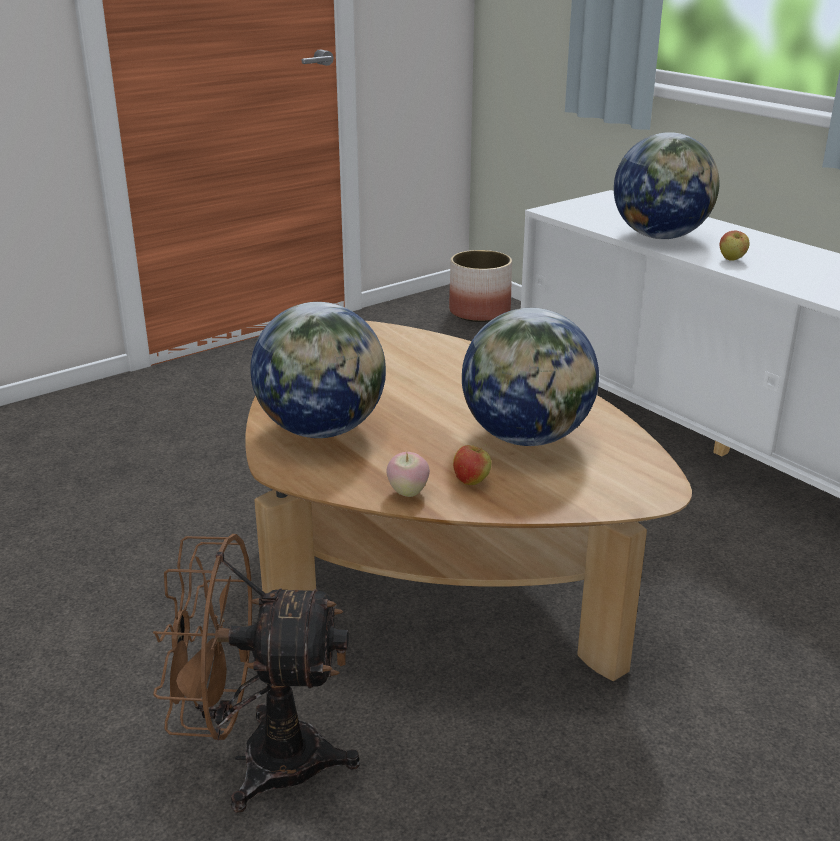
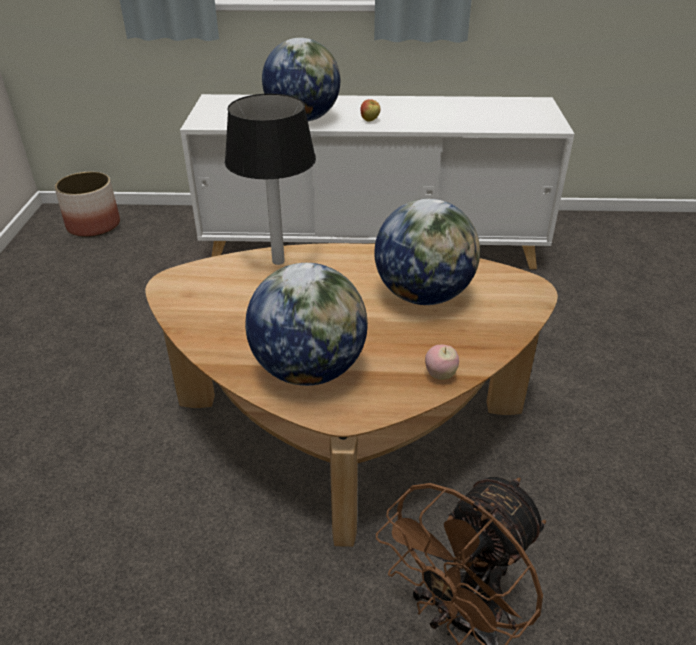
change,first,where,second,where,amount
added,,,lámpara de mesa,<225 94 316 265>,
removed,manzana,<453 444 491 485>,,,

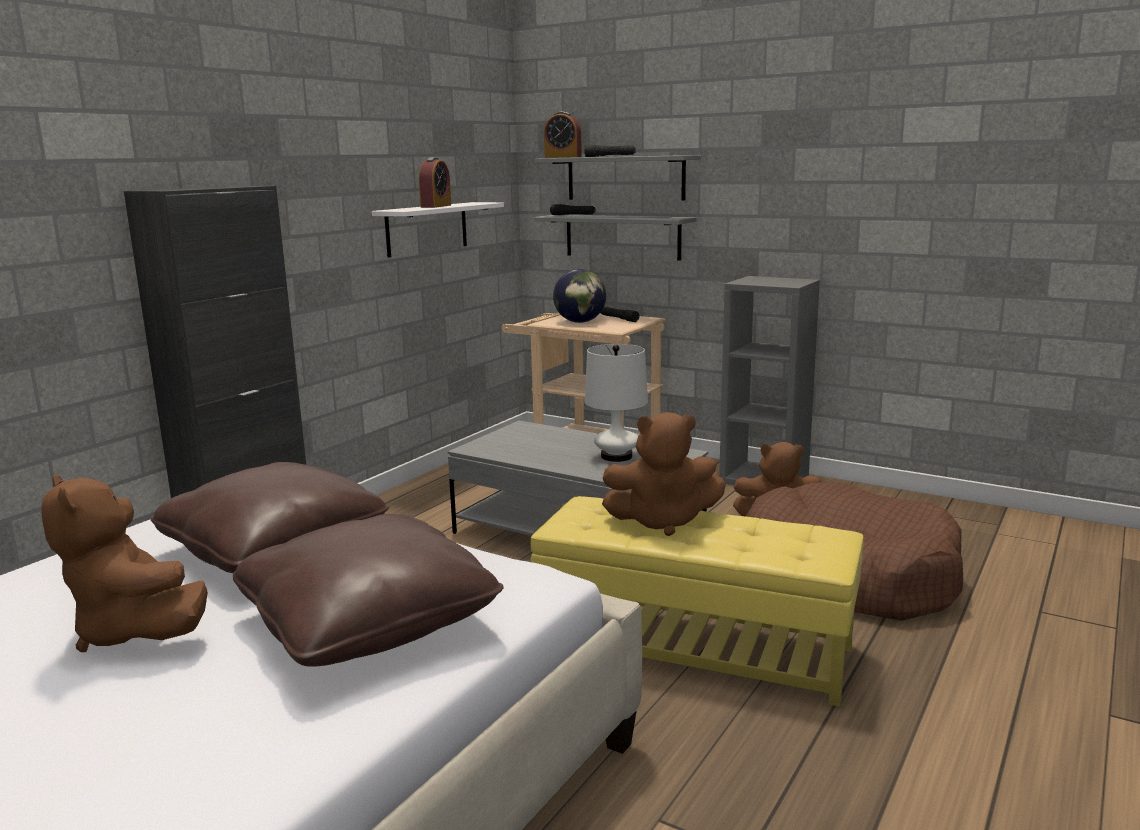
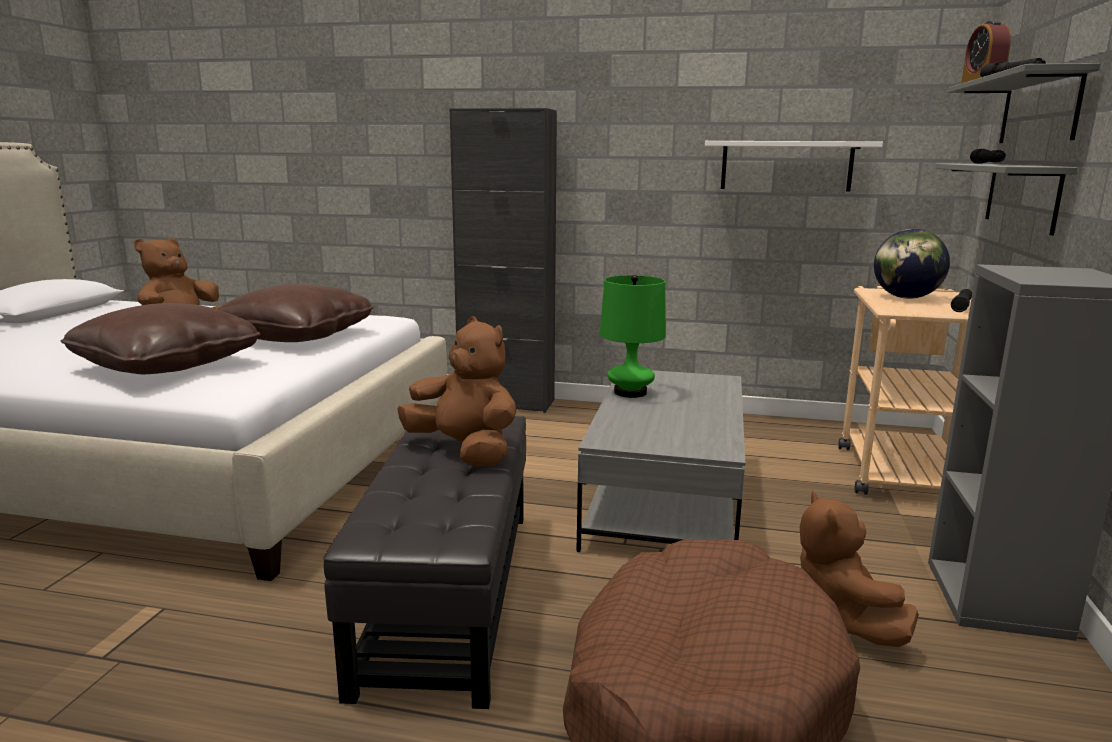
change,first,where,second,where,amount
recoloured,puf [amarillo],<531 496 864 707>,puf [negro],<323 416 526 709>,
turned,peluche [marrón],<602 412 726 536>,,<398 316 516 467>,150 degrees clockwise
added,,,lámpara de mesa [verde],<600 275 666 398>,
removed,despertador,<419 157 451 208>,,,
removed,lámpara de mesa [blanco],<585 344 648 462>,,,

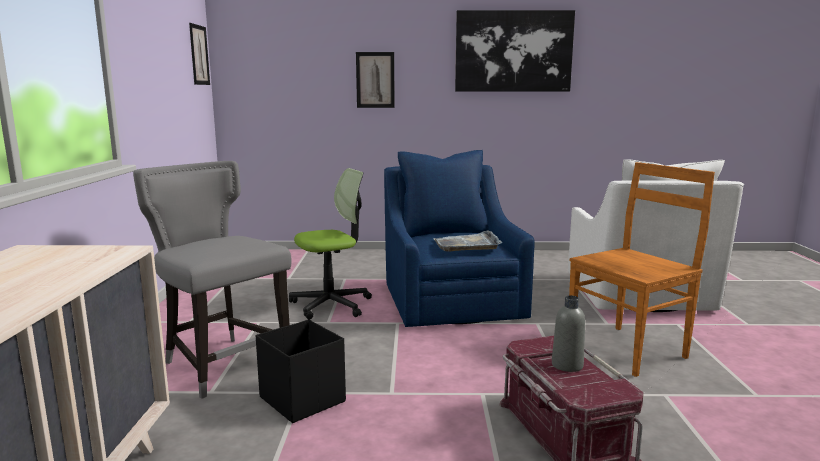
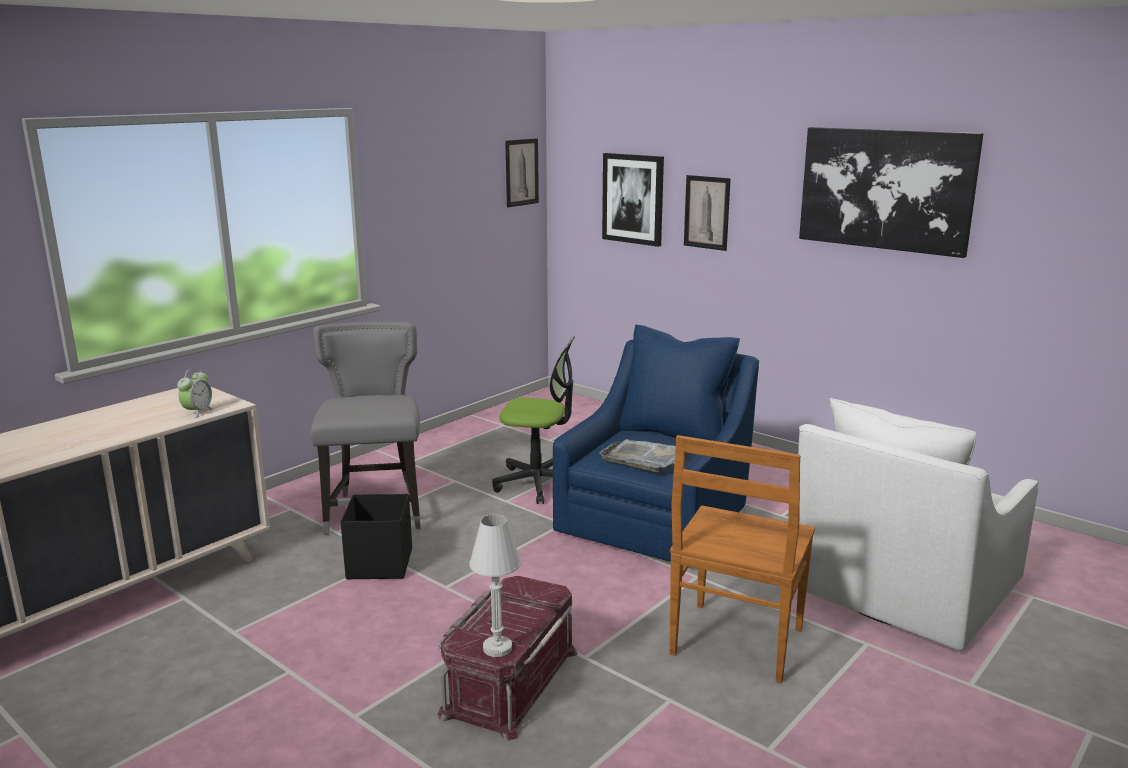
change,first,where,second,where,amount
added,,,despertador,<177 369 215 419>,
added,,,lámpara de mesa [blanco],<469 514 521 657>,
added,,,cuadro,<602 153 664 247>,
turned,silla [marrón],<569 162 715 377>,,<670 435 815 683>,105 degrees clockwise
removed,botella [gris],<552 295 585 372>,,,

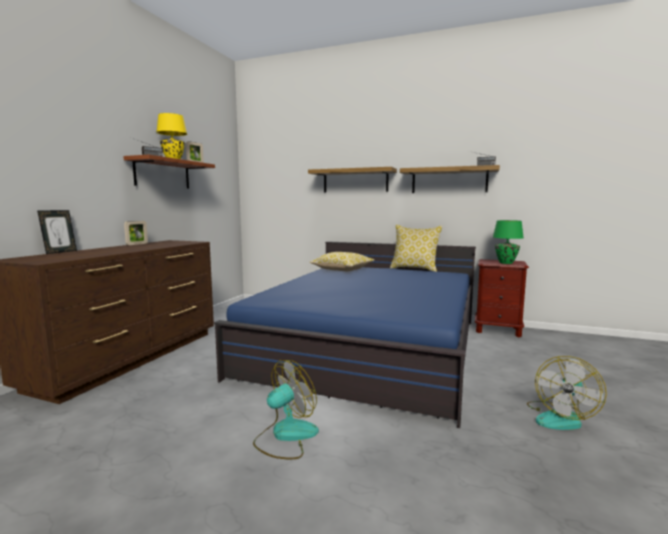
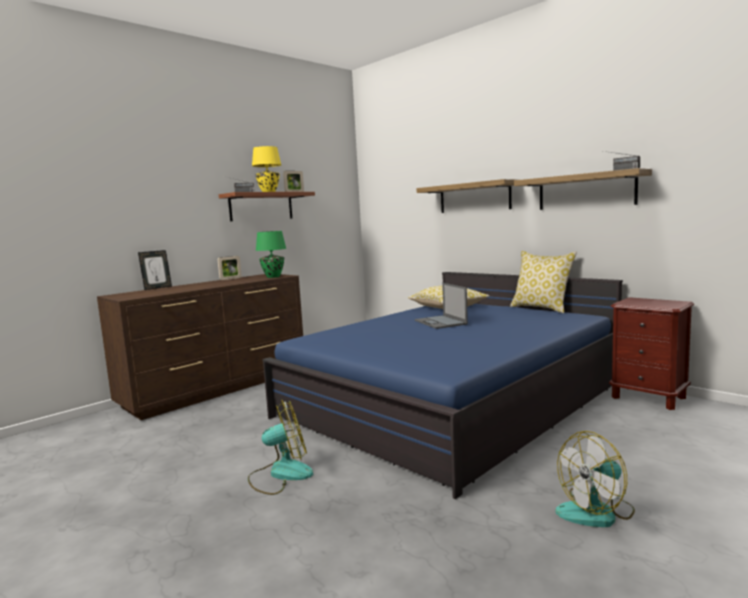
change,first,where,second,where,amount
moved,lámpara de mesa [verde],<493 220 523 264>,,<256 231 286 278>,
added,,,portátil,<415 283 468 329>,

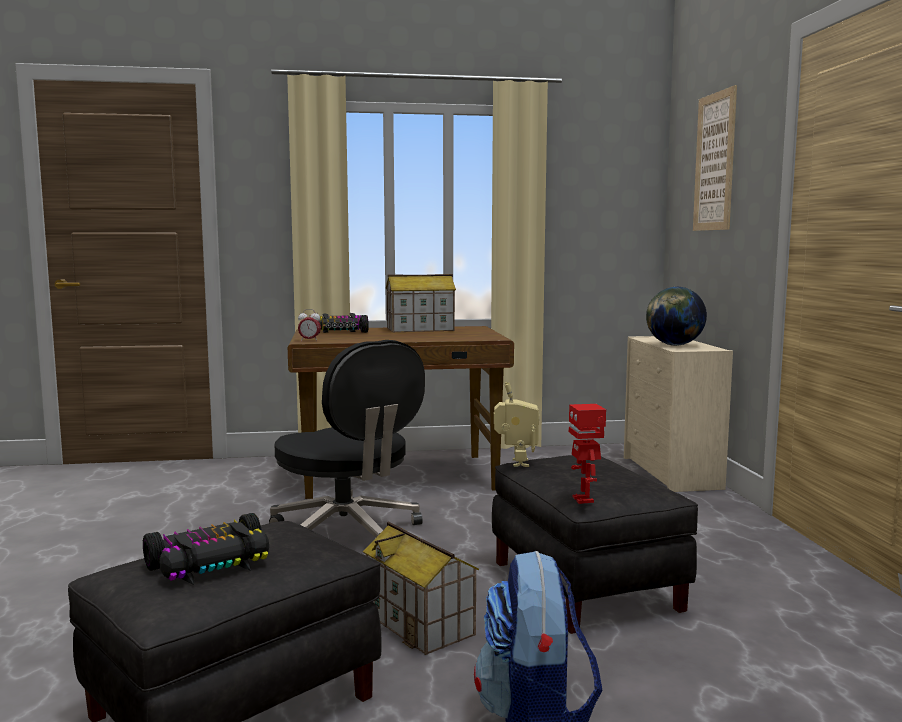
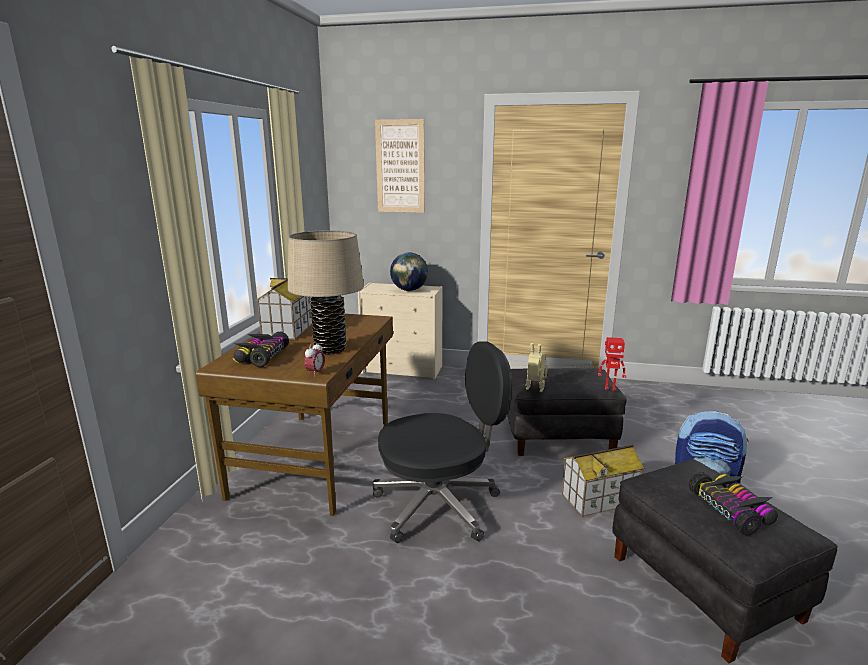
change,first,where,second,where,amount
added,,,lámpara de mesa [beis],<288 230 364 355>,

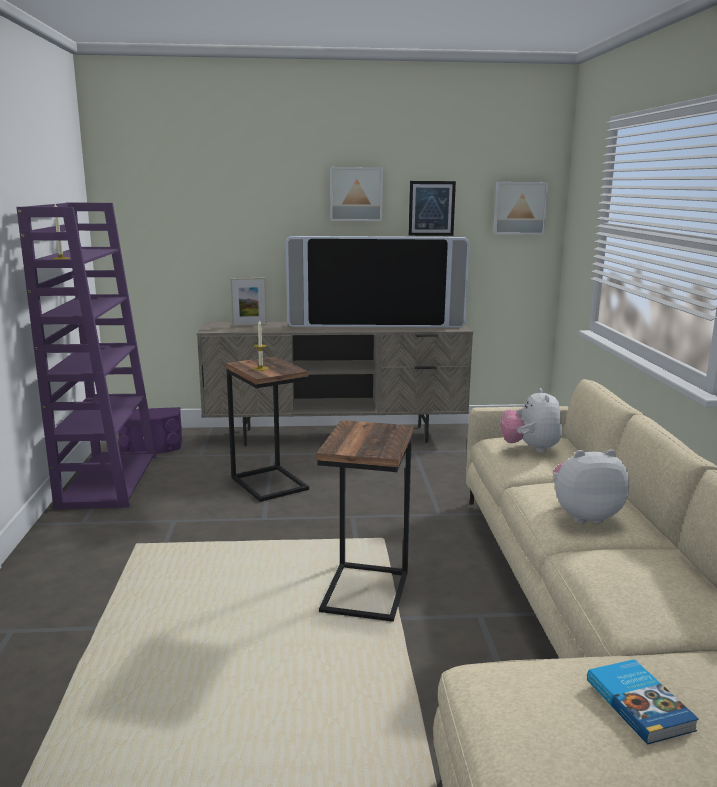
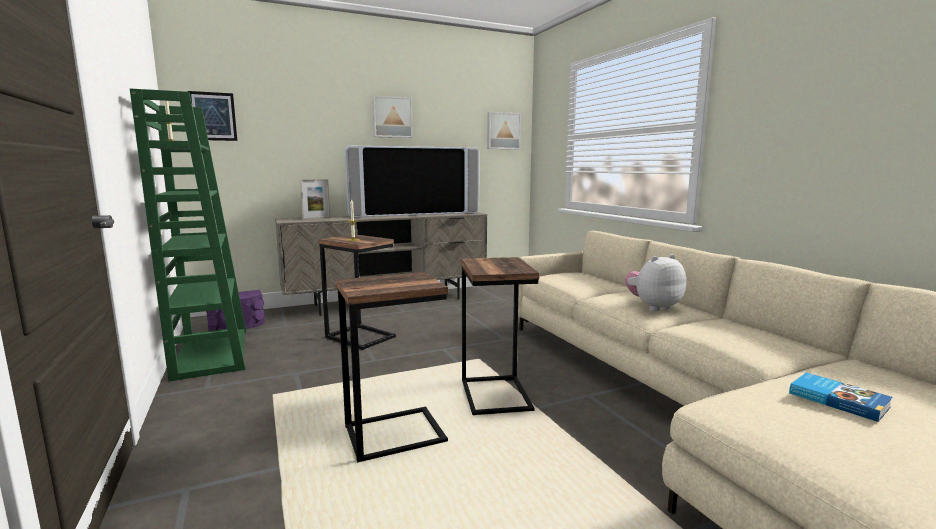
change,first,where,second,where,amount
recoloured,estantería [morado],<16 203 156 509>,estantería [verde],<130 89 246 381>,
moved,cuadro,<409 181 456 236>,,<188 91 237 141>,
added,,,mesa auxiliar,<336 272 448 462>,
removed,peluche,<500 388 562 453>,,,

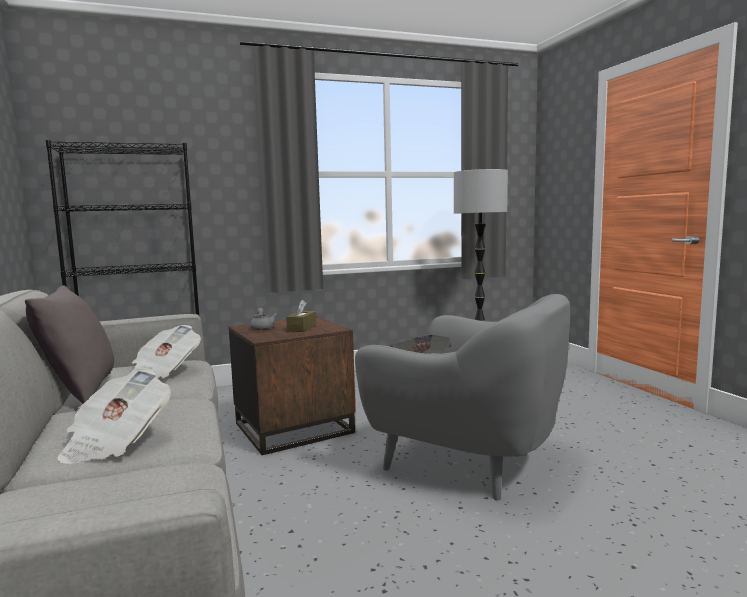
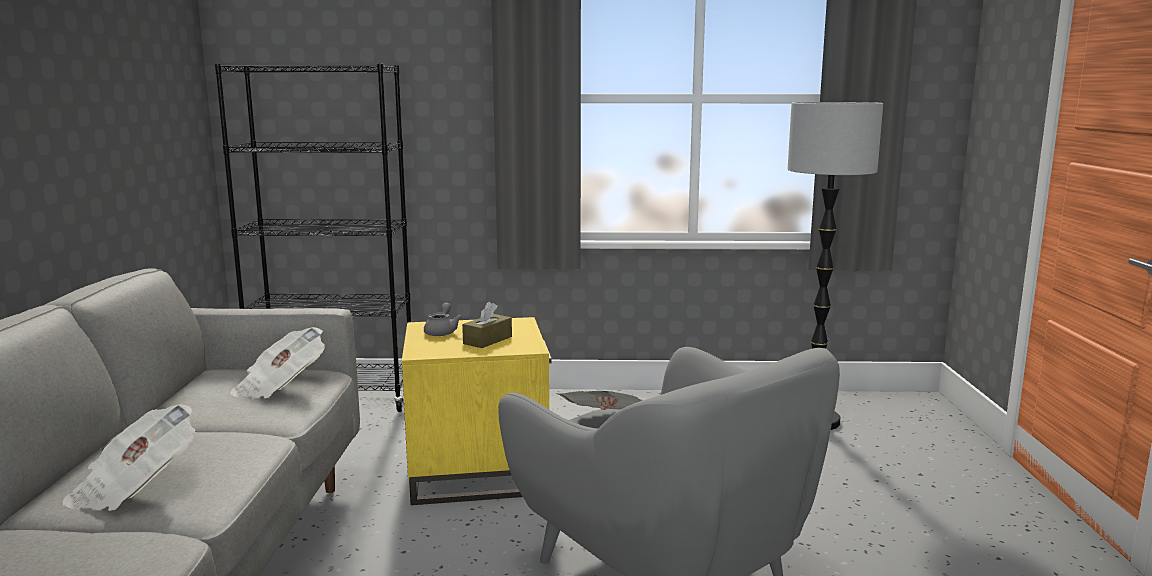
change,first,where,second,where,amount
recoloured,mesa auxiliar [marrón],<228 316 356 455>,mesa auxiliar [amarillo],<402 317 552 505>,
removed,cojín [gris],<25 285 114 404>,,,

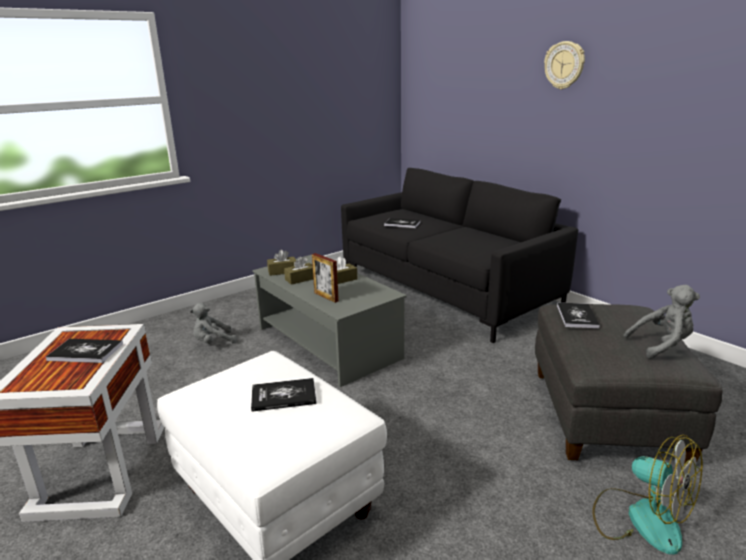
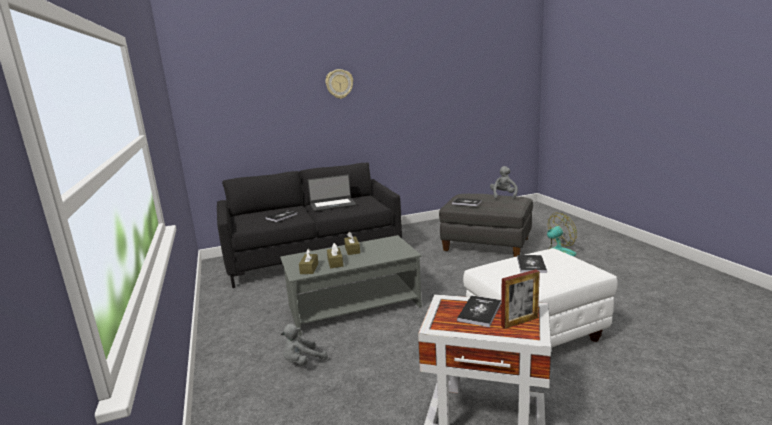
change,first,where,second,where,amount
turned,peluche [gris],<190 303 237 344>,,<280 324 328 366>,60 degrees clockwise
added,,,portátil,<308 175 356 211>,
moved,portarretratos,<312 253 339 303>,,<501 269 540 329>,

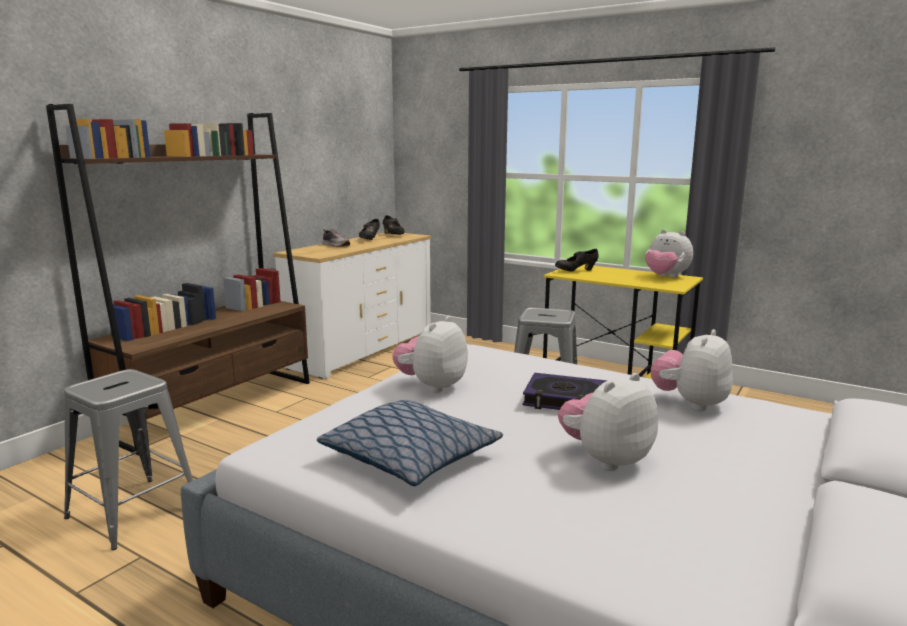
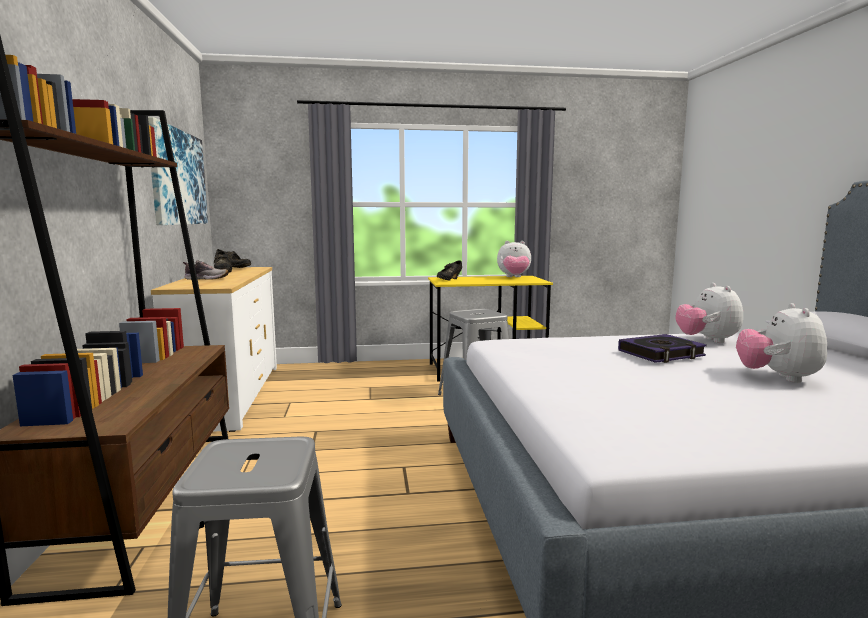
change,first,where,second,where,amount
added,,,cuadro,<148 117 208 225>,
removed,cojín,<317 400 503 486>,,,
removed,peluche,<392 316 468 393>,,,

